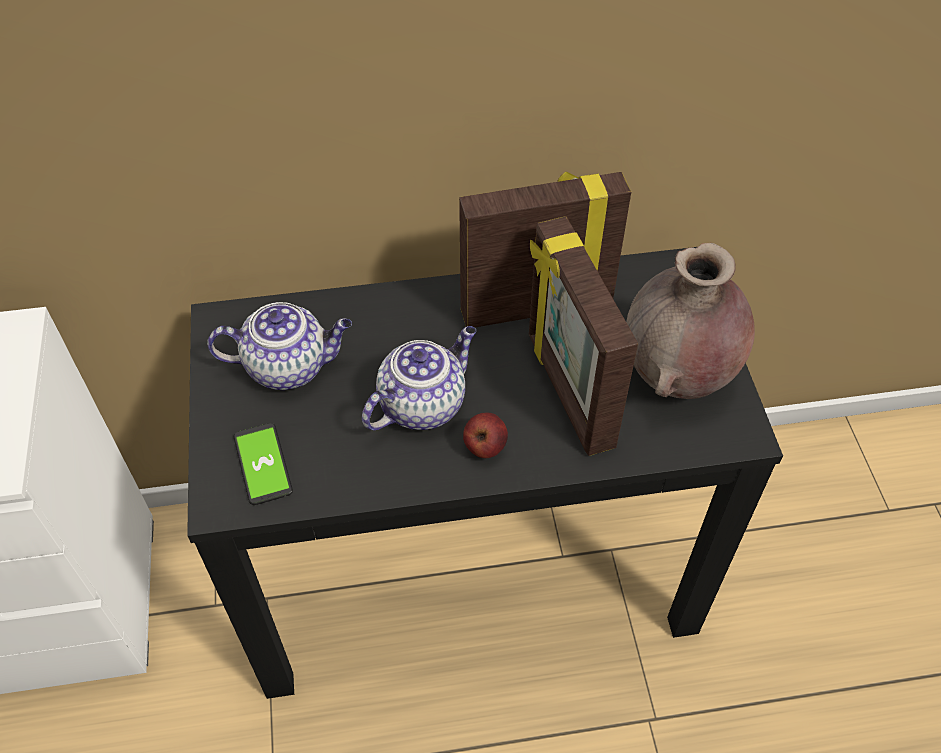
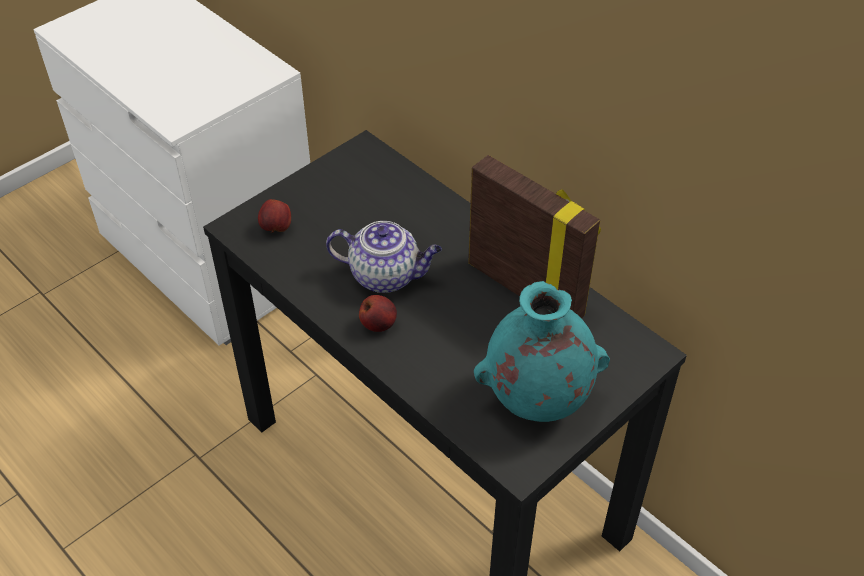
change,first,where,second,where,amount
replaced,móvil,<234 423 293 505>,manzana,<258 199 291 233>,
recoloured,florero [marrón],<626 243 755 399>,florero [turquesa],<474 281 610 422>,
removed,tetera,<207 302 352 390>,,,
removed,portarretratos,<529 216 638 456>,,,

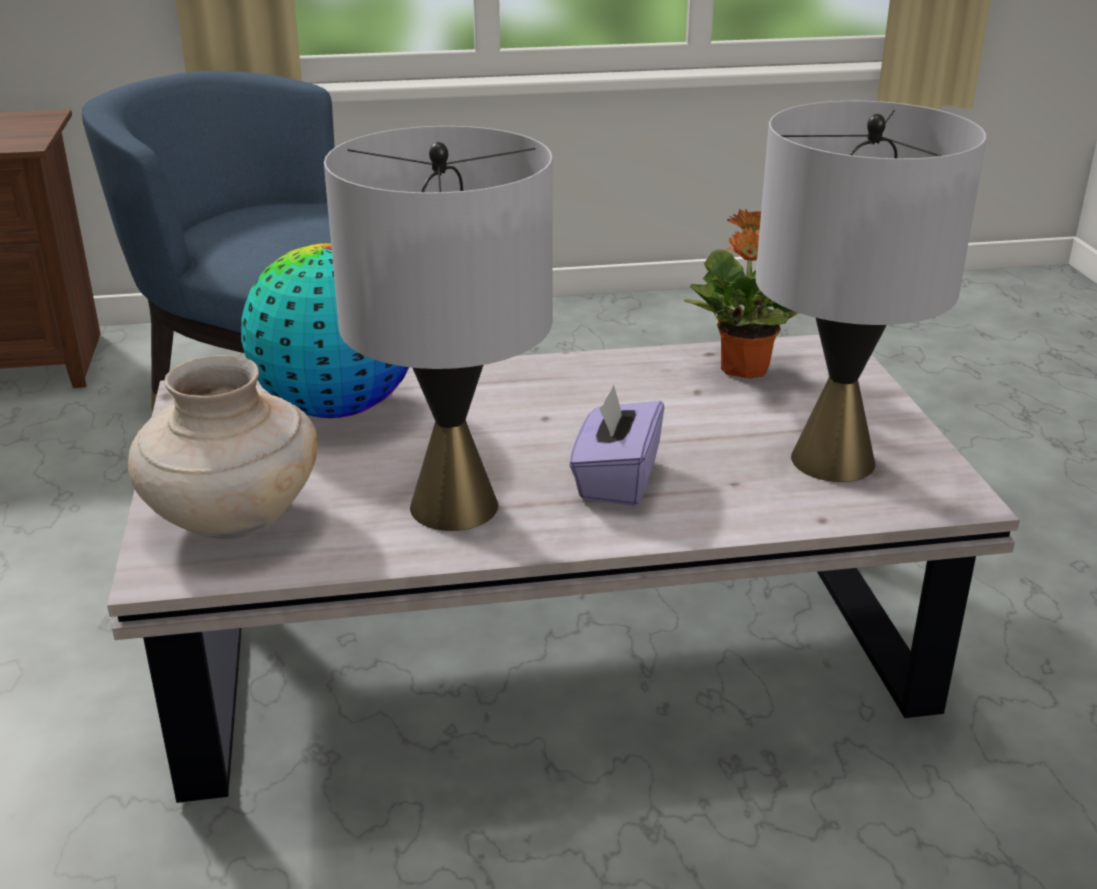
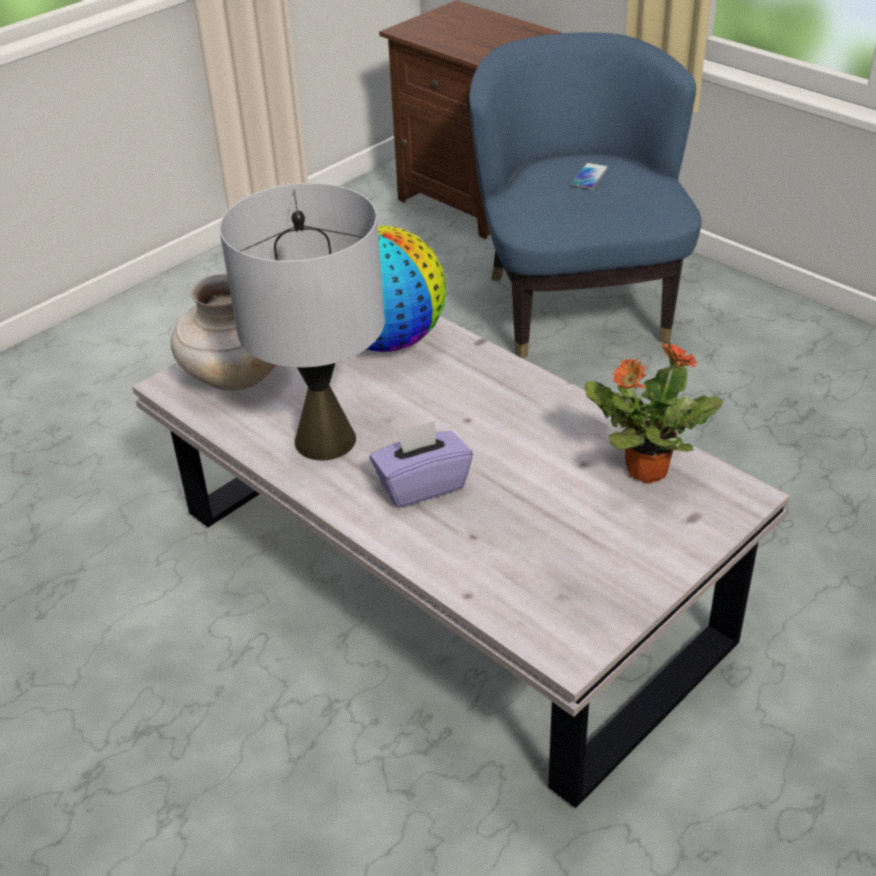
change,first,where,second,where,amount
added,,,móvil,<570 163 609 190>,
removed,lámpara de mesa [gris],<756 101 986 482>,,,

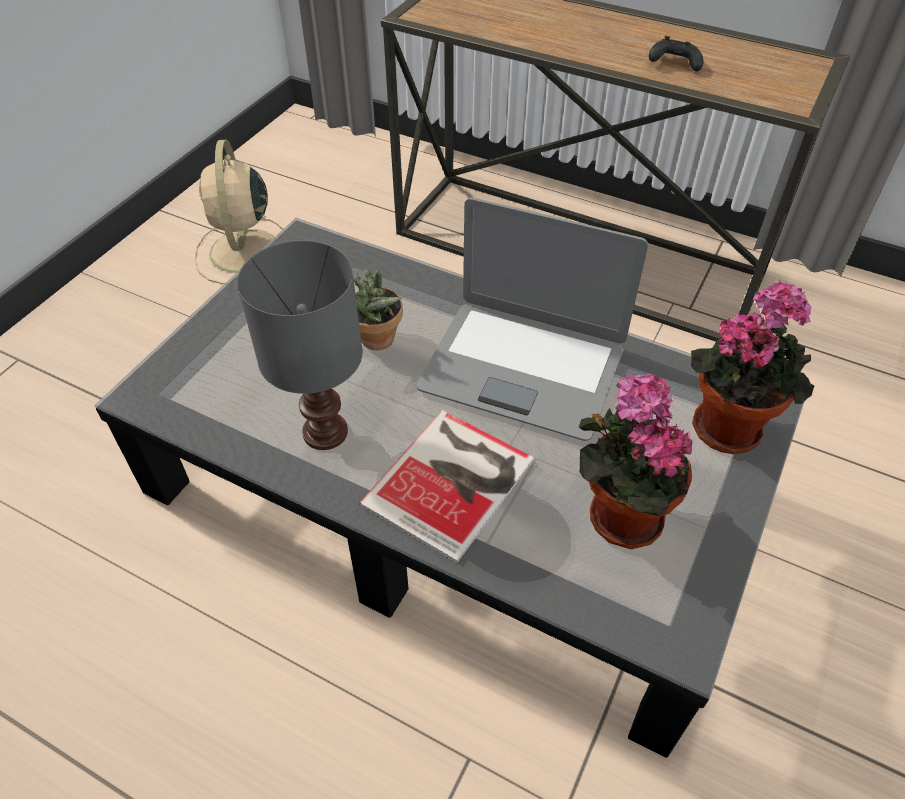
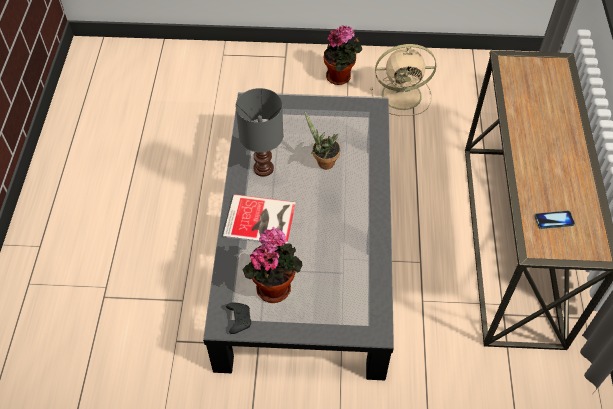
change,first,where,second,where,amount
moved,mando de consola [negro],<649 36 704 71>,,<226 302 251 334>,
moved,planta en maceta,<691 280 814 454>,,<324 25 362 85>,
turned,ventilador [beis],<194 140 283 284>,,<370 44 436 116>,150 degrees counterclockwise
added,,,móvil,<535 211 575 229>,
removed,portátil,<416 197 648 441>,,,

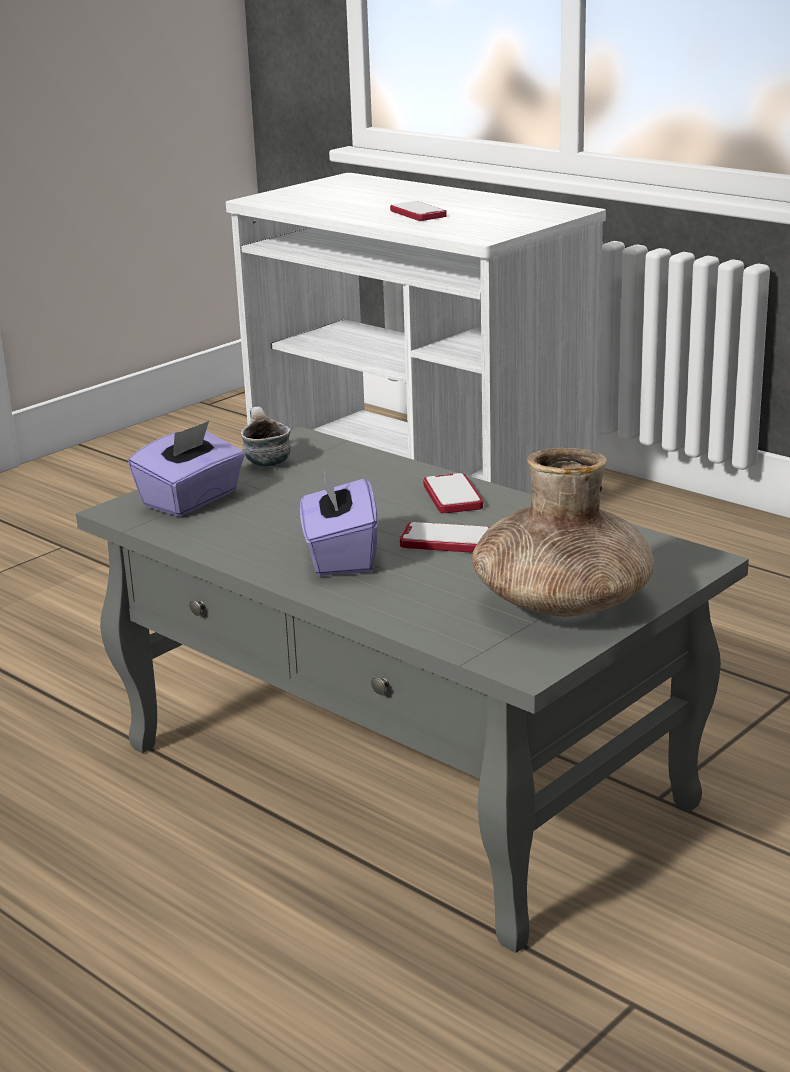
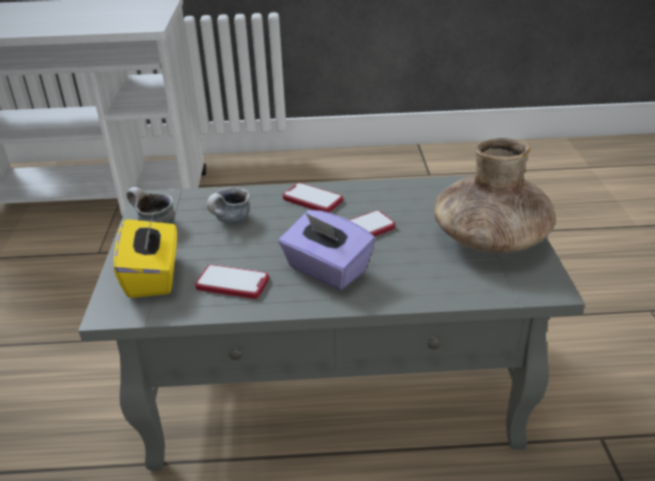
change,first,where,second,where,amount
recoloured,caja de pañuelos [morado],<128 421 245 517>,caja de pañuelos [amarillo],<114 213 177 298>,
moved,móvil,<390 201 447 221>,,<195 265 269 299>,
added,,,taza grande,<207 187 250 223>,

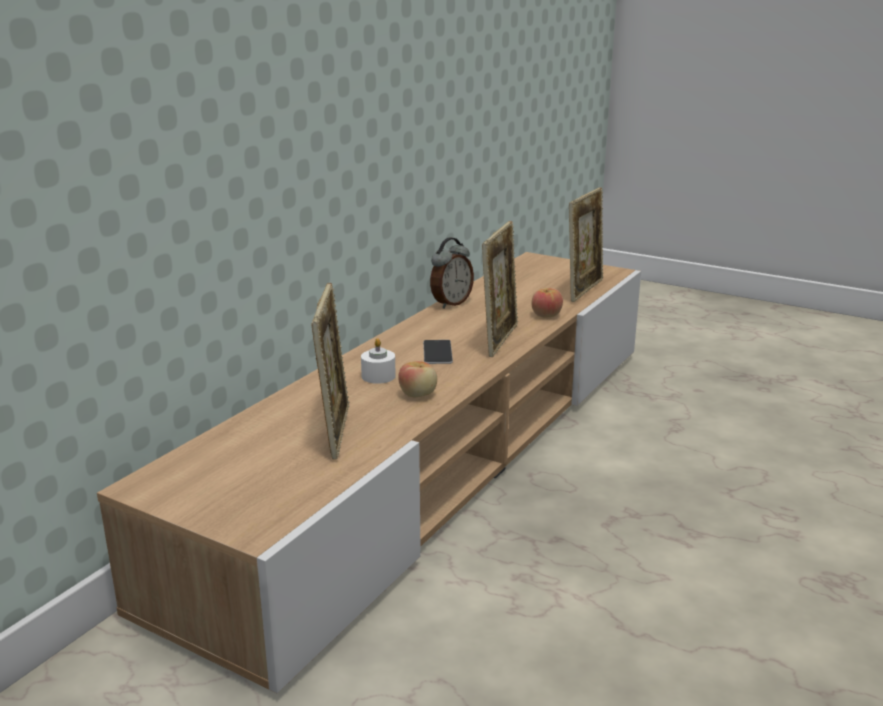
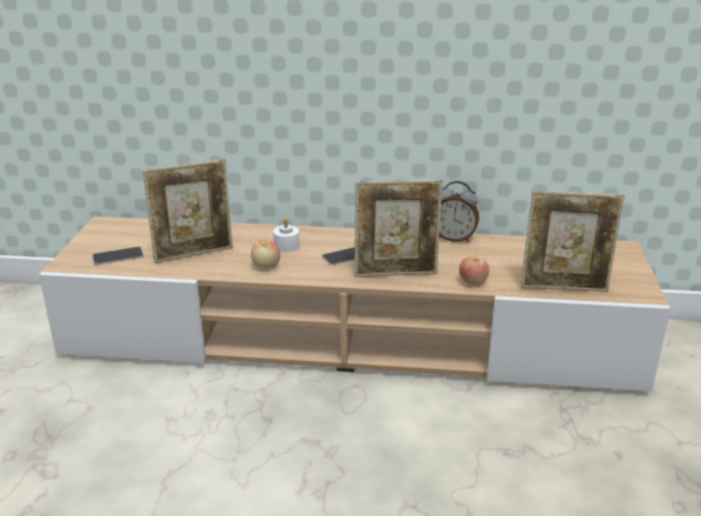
change,first,where,second,where,amount
added,,,móvil,<93 247 143 265>,

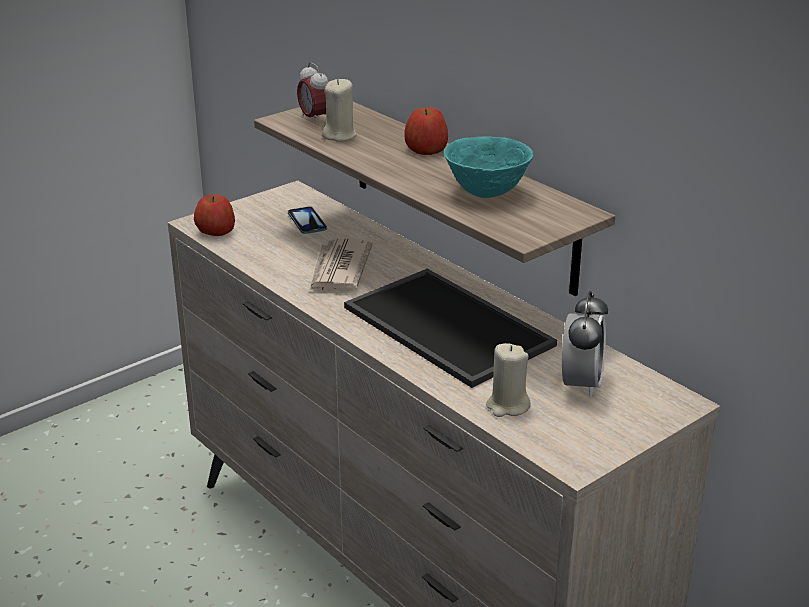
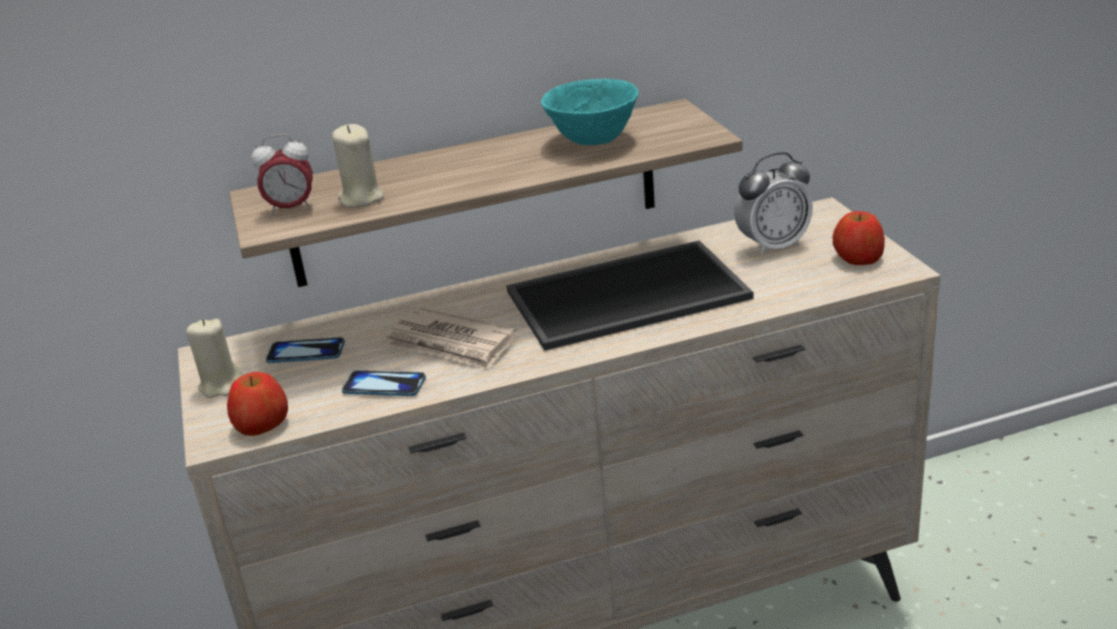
change,first,where,second,where,amount
moved,vela [beis],<486 343 531 417>,,<186 319 243 398>,
added,,,móvil,<342 370 426 396>,
turned,despertador,<562 291 608 398>,,<734 152 813 256>,120 degrees clockwise
moved,manzana,<404 107 448 155>,,<833 211 885 265>,

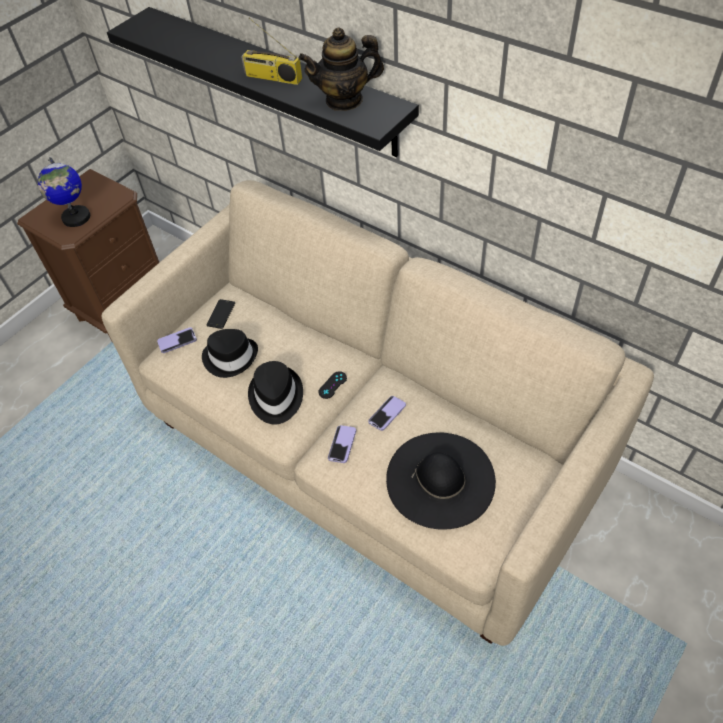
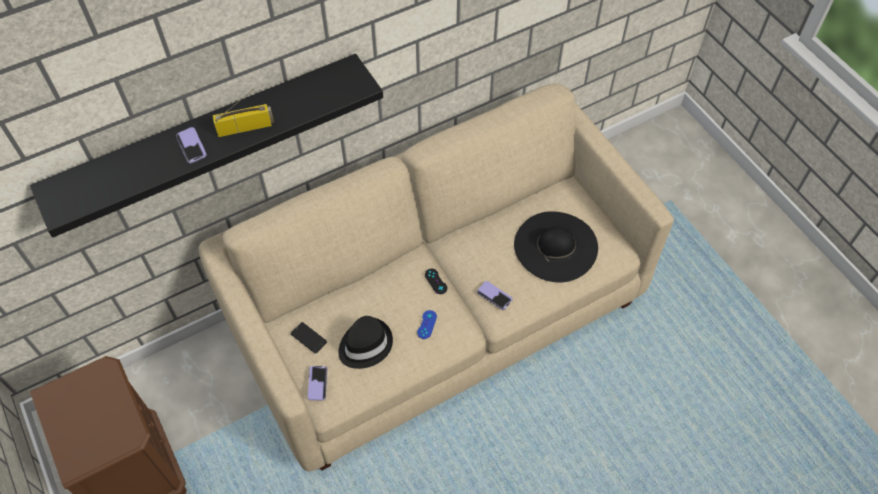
change,first,where,second,where,amount
moved,móvil,<368 396 406 431>,,<176 127 207 164>,
turned,radio,<241 18 302 85>,,<212 89 274 137>,150 degrees counterclockwise
replaced,sombrero [negro],<248 361 303 425>,mando de consola [azul],<417 310 437 339>,
removed,globo terráqueo,<38 157 90 227>,,,
removed,tetera,<299 27 384 111>,,,

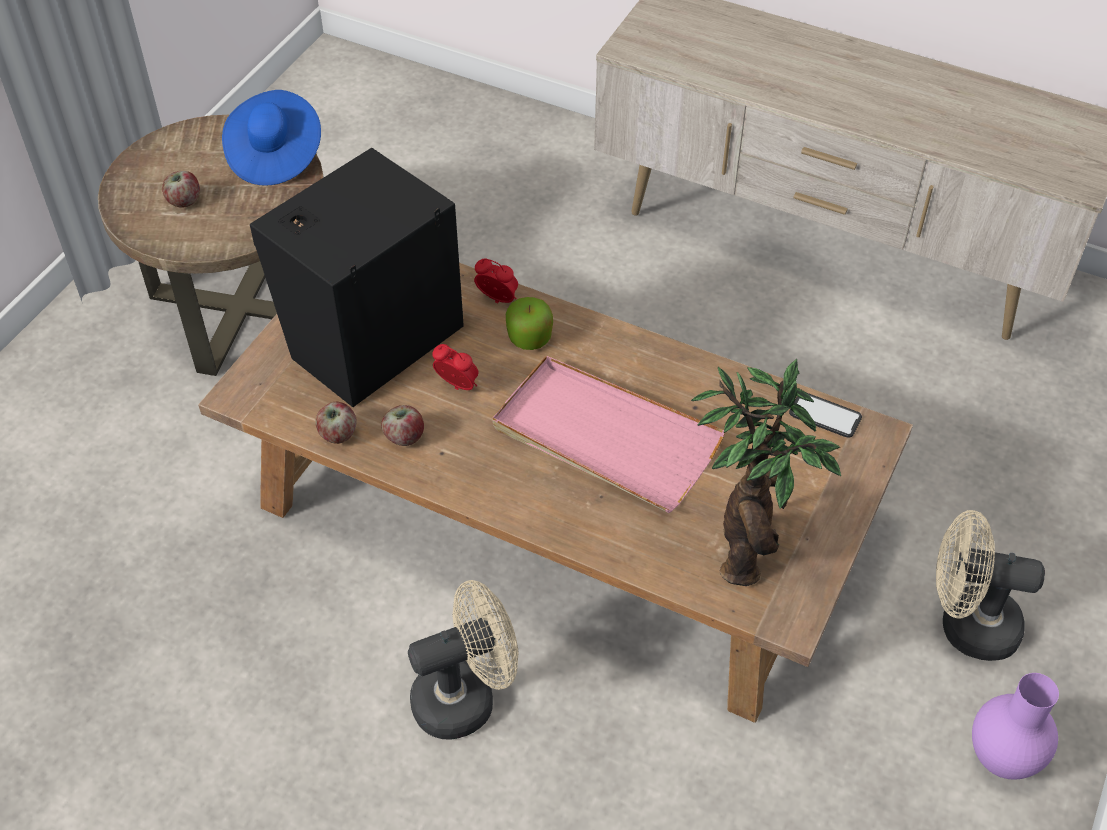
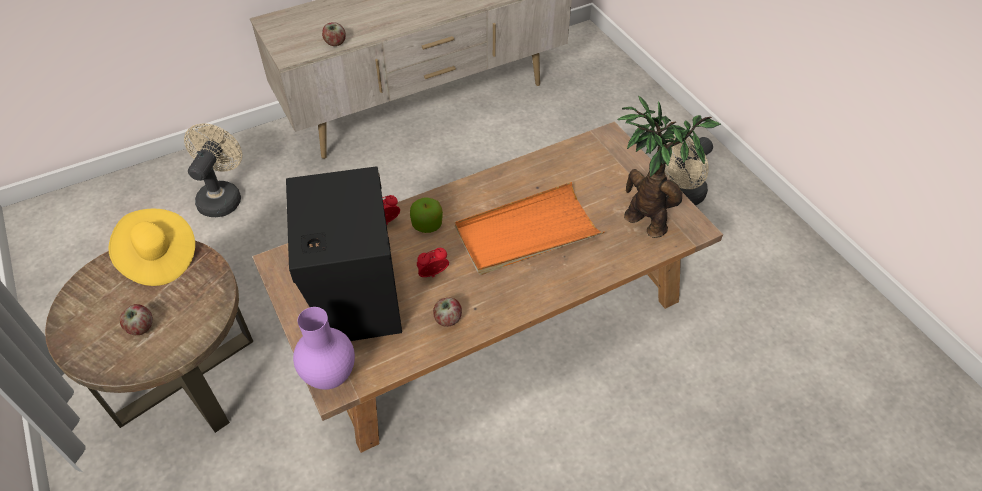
change,first,where,second,where,amount
recoloured,sombrero [azul],<222 90 321 186>,sombrero [amarillo],<108 209 195 286>,
moved,ventilador [beis],<408 580 518 740>,,<184 123 242 217>,
moved,florero [morado],<972 673 1059 780>,,<293 307 355 390>,
moved,manzana,<315 402 357 444>,,<322 22 346 46>,
recoloured,bandeja [rosa],<493 356 725 513>,bandeja [naranja],<455 182 604 275>,
removed,móvil,<789 393 862 437>,,,

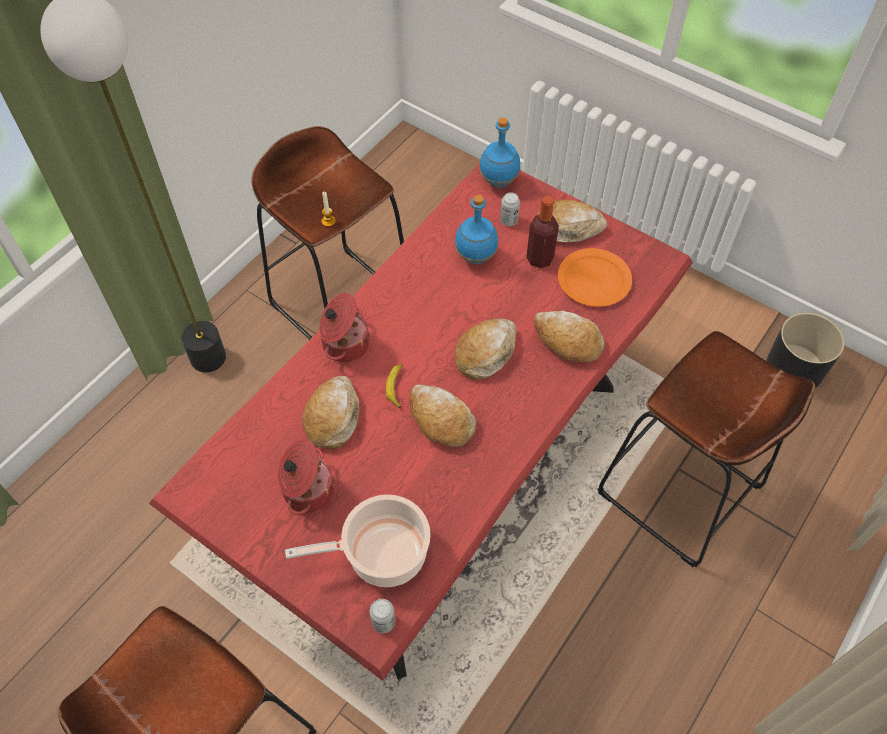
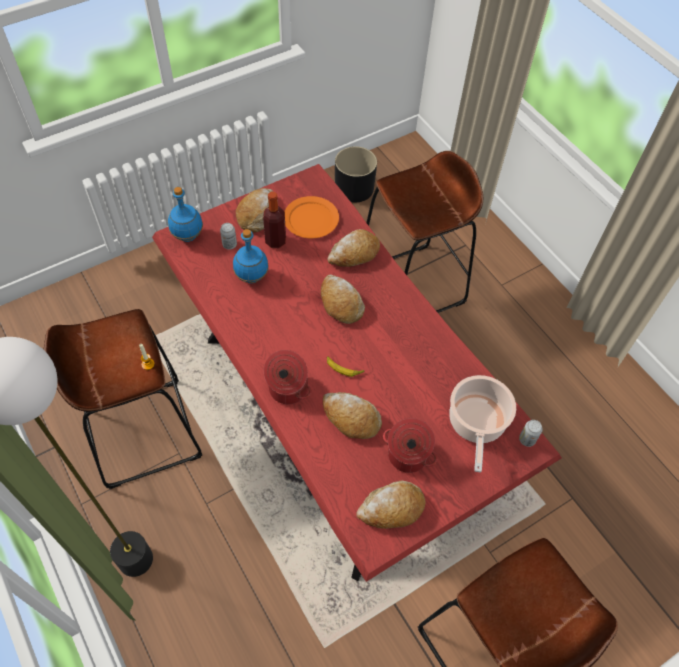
change,first,where,second,where,amount
moved,pan,<409 384 476 447>,,<356 481 426 529>,

